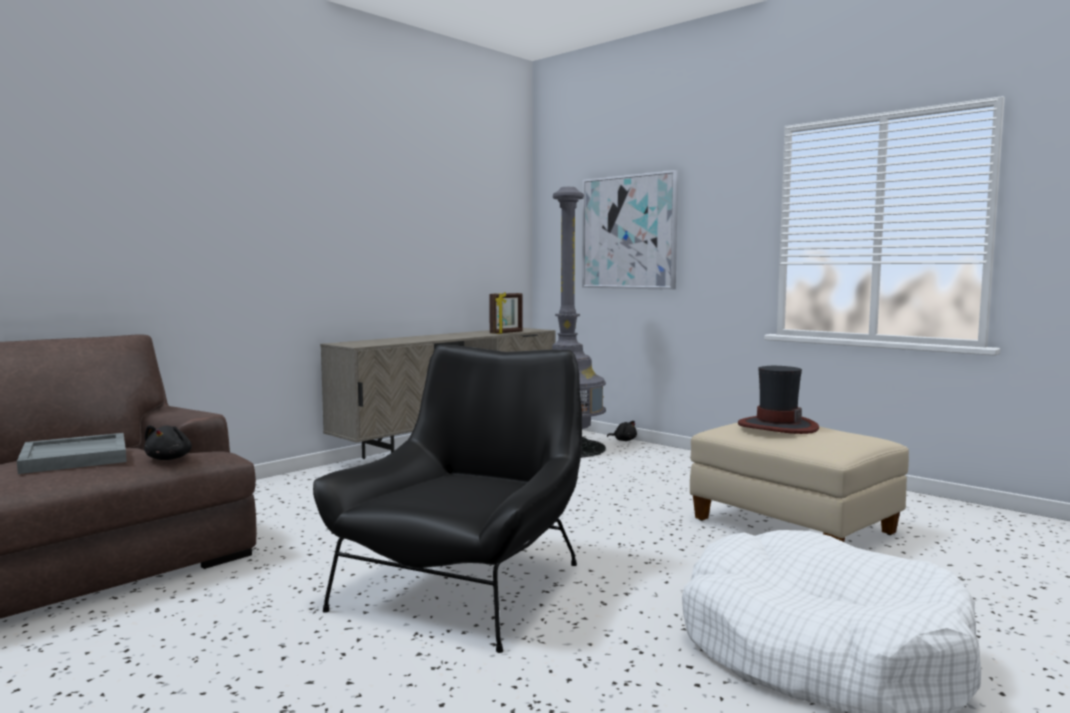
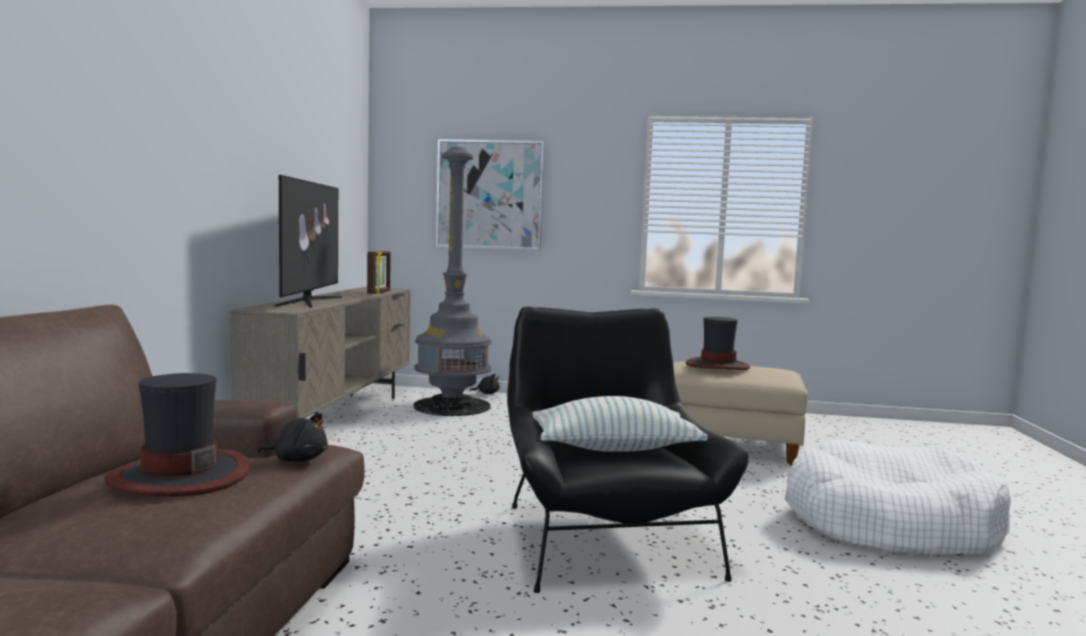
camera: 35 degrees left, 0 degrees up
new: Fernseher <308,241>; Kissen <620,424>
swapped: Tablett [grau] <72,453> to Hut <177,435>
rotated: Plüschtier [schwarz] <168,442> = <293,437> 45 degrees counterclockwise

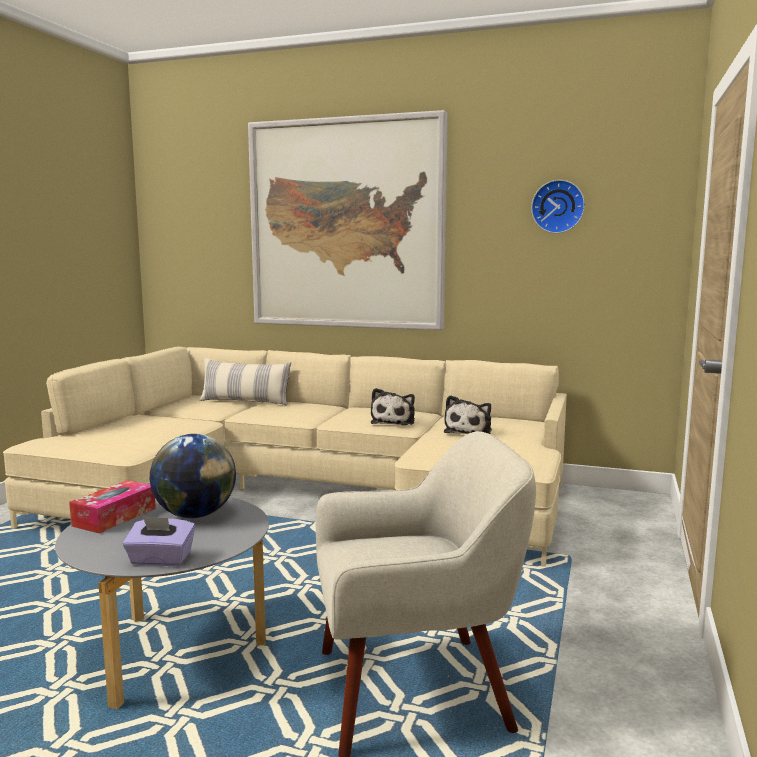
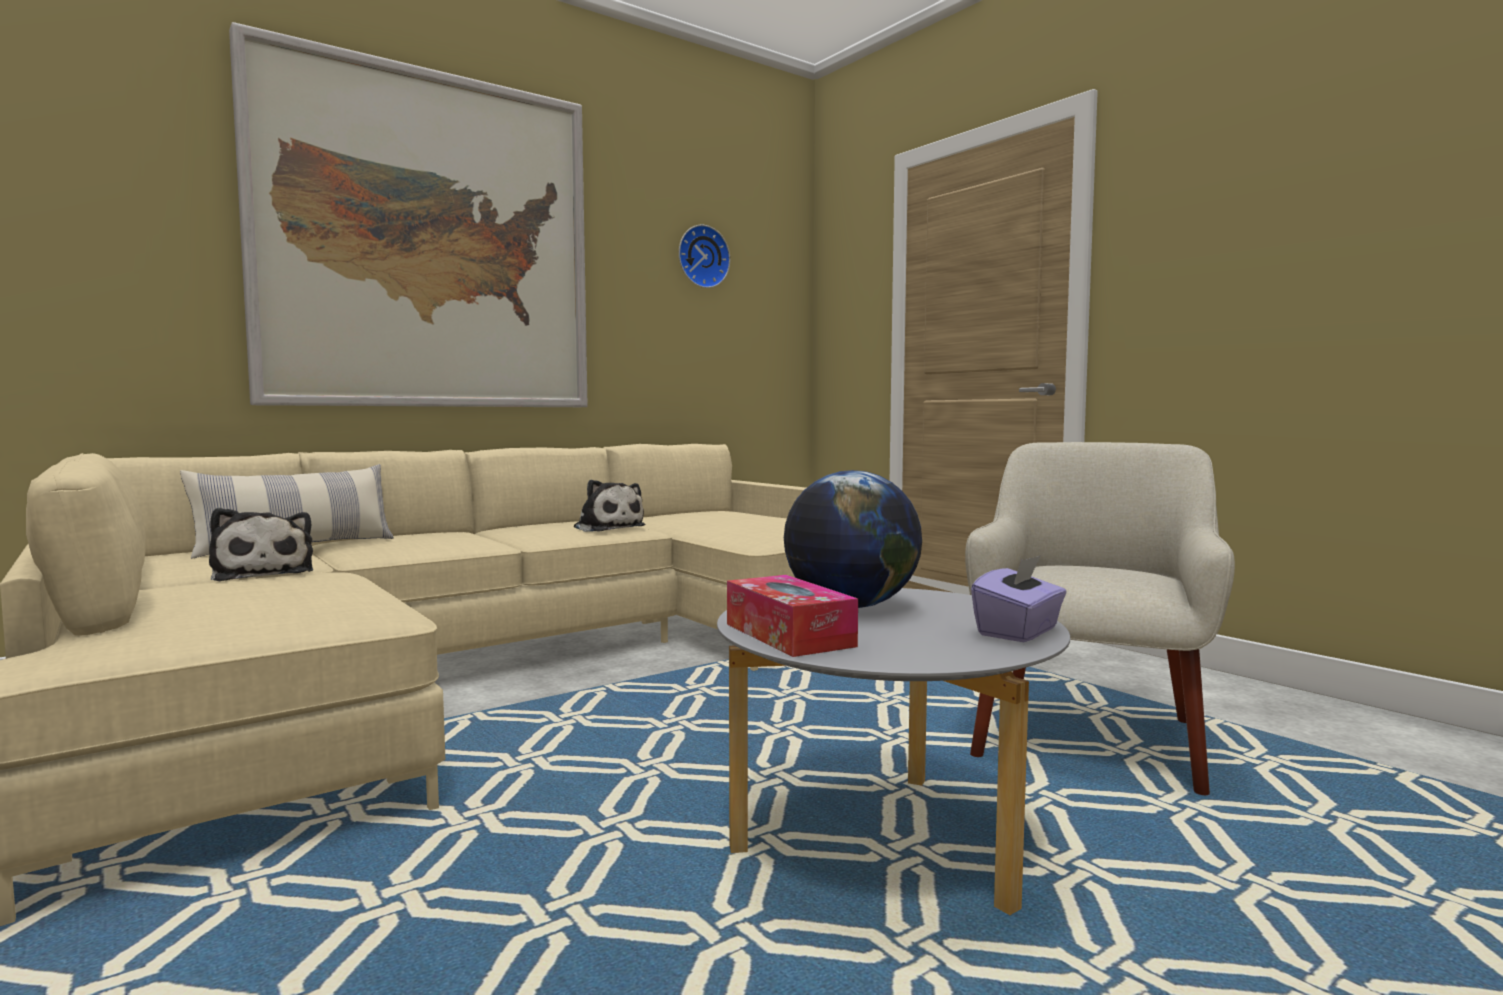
camera: 55 degrees left, 5 degrees down
shifted: Plüschtier <468,414> to <261,544>

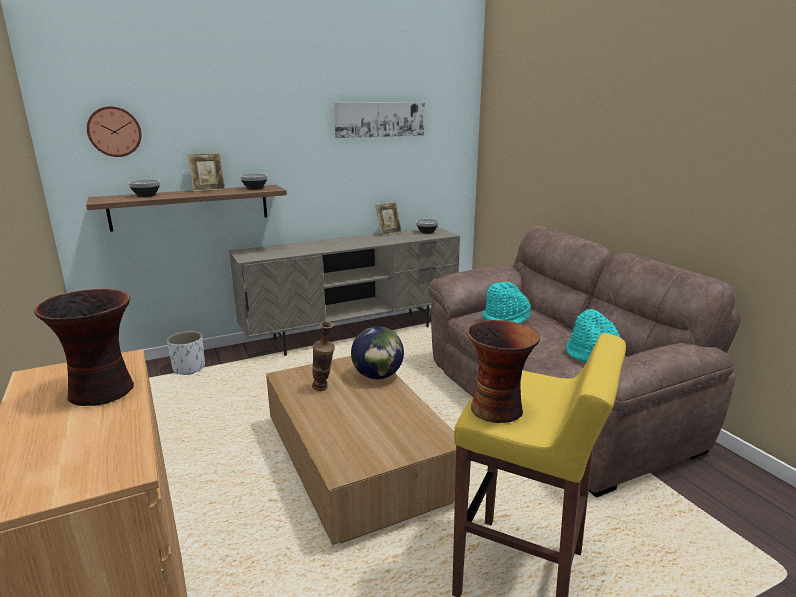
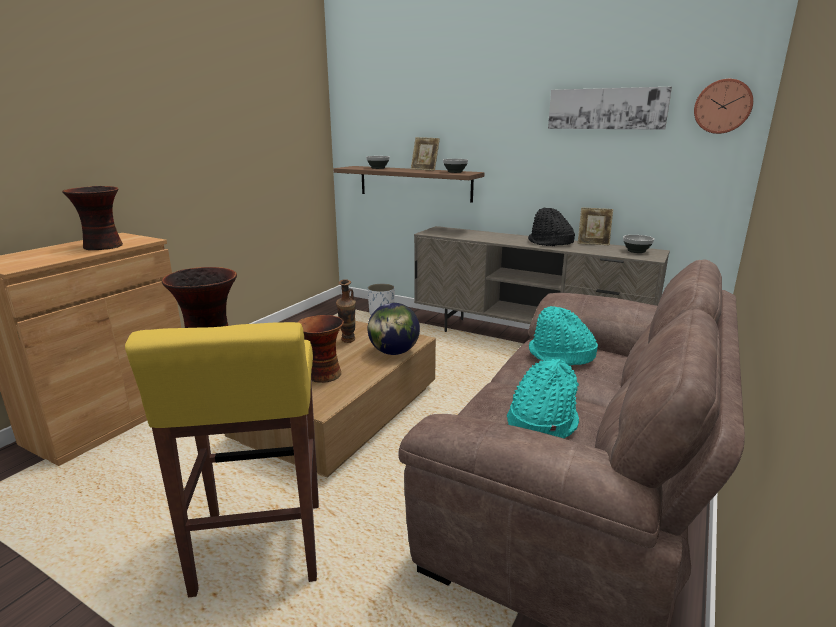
camera: 55 degrees right, 0 degrees up
new: Vase <320,349>; Hut [schwarz] <551,227>
shifted: Wanduhr <114,131> to <723,106>

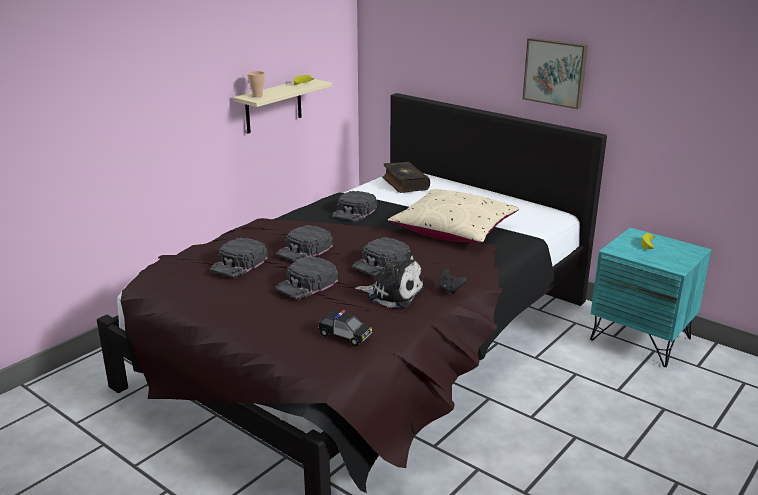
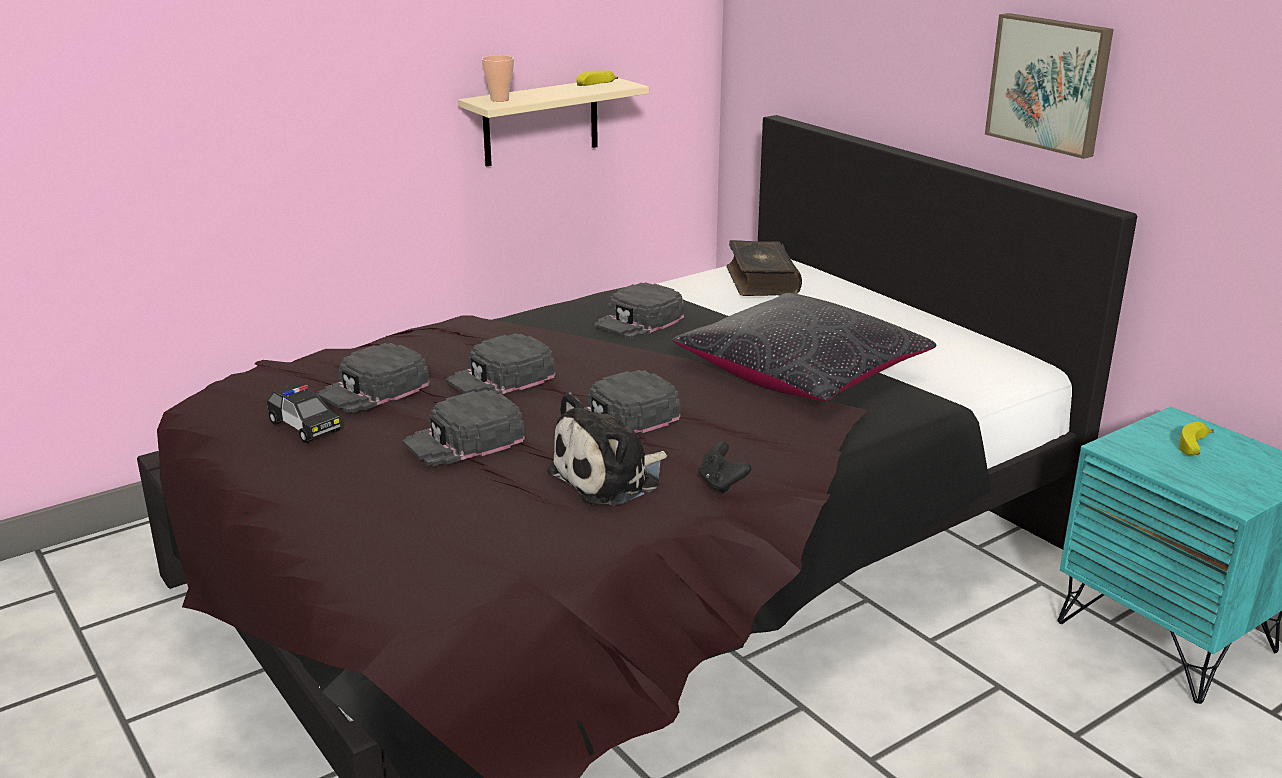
camera: 15 degrees right, 0 degrees up
shifted: Spielzeugauto <345,327> to <304,413>
repainted: Kissen [beige] <453,216> to Kissen [schwarz] <804,347>
rotated: Plüschtier <390,280> = <607,448> 105 degrees clockwise

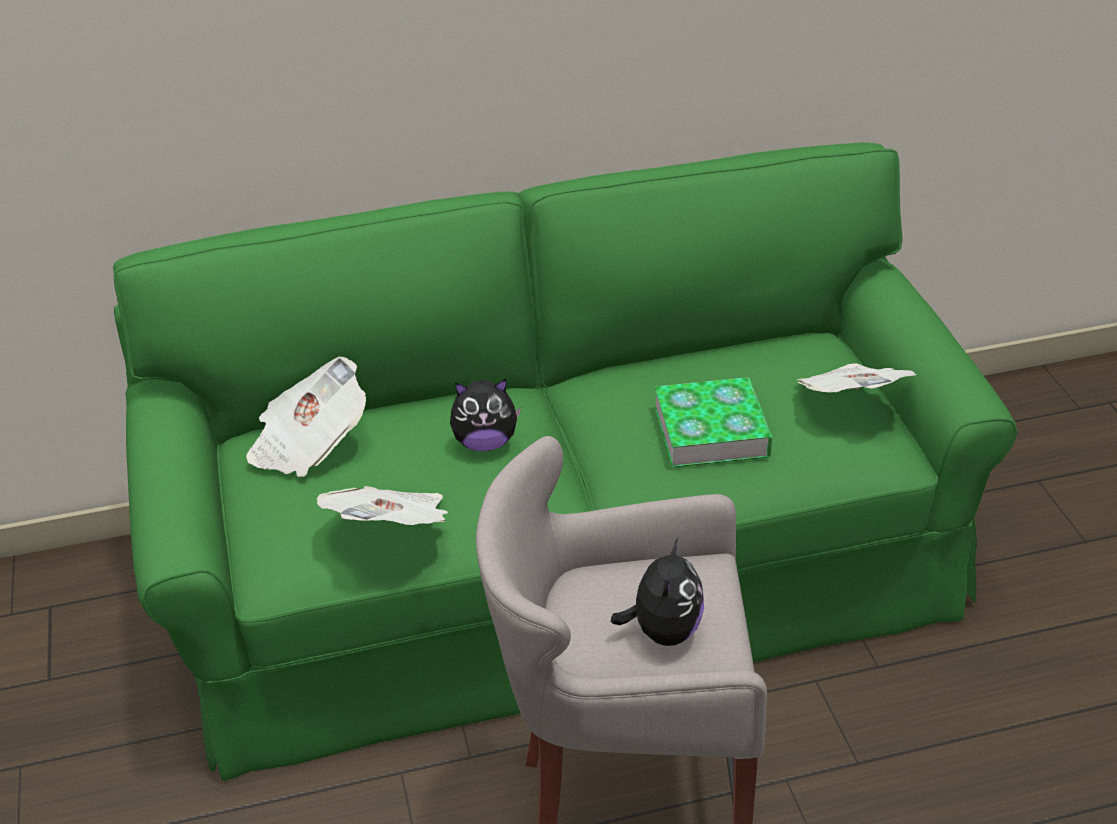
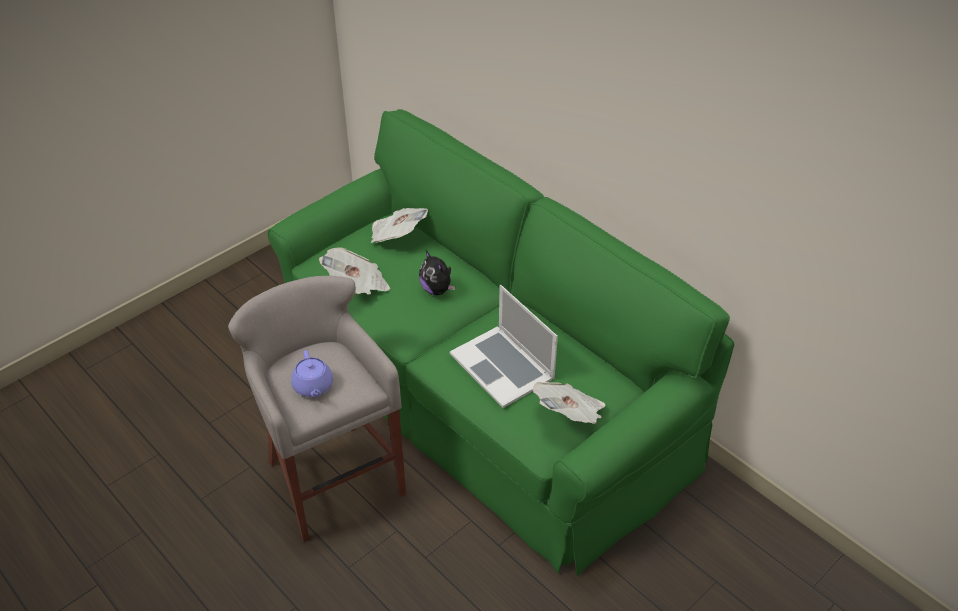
camera: 60 degrees right, 5 degrees up
swapped: Plüschtier <657,592> to Teekanne [lila] <312,374>; Buch <713,422> to Laptop <504,346>

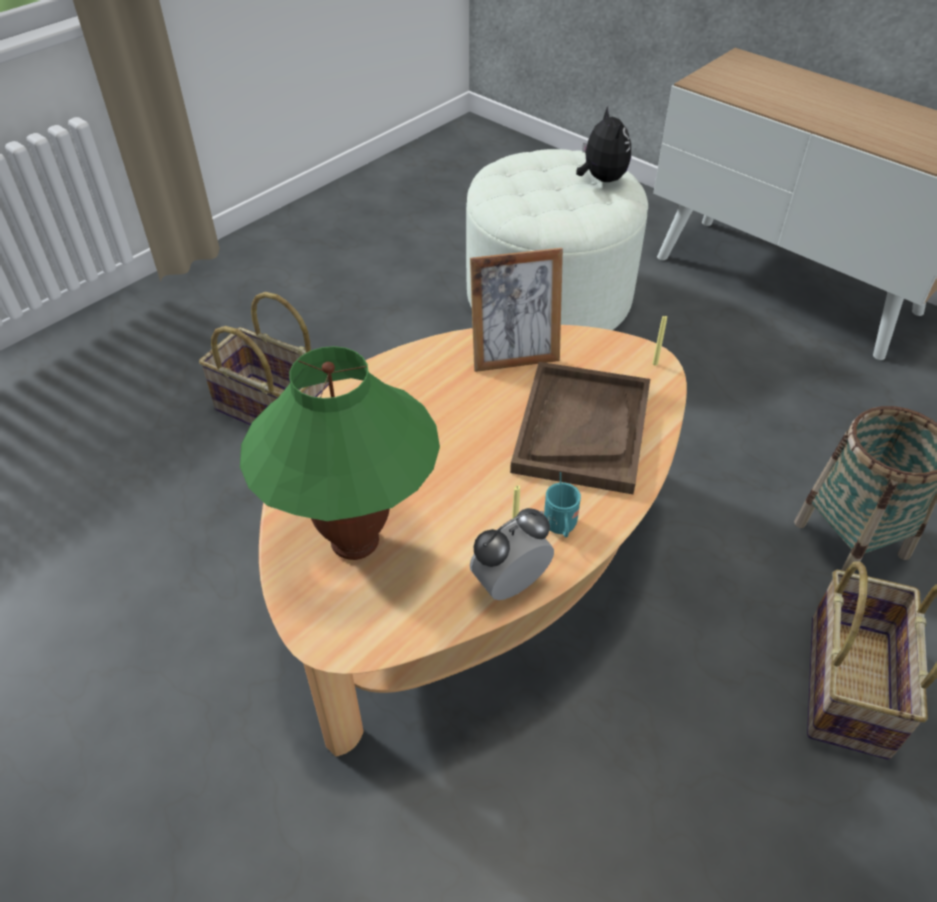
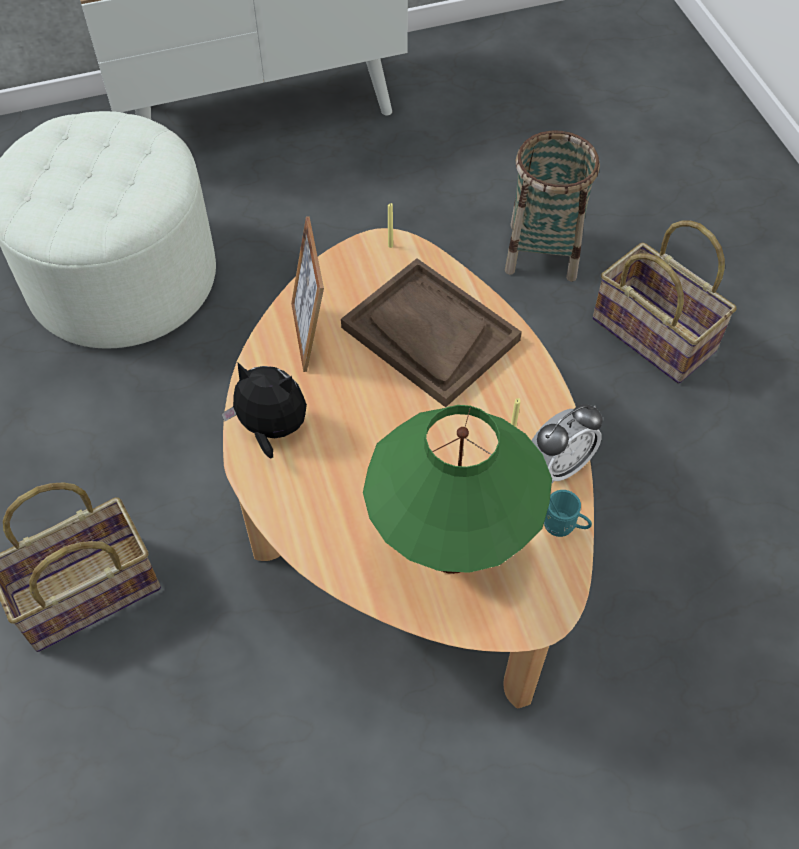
camera: 60 degrees left, 10 degrees up
shifted: Henkelbecher [türkis] <562,505> to <568,513>; Plüschtier <603,144> to <264,411>
rotated: Bilderrahmen <516,310> = <307,294> 150 degrees clockwise; Wecker <512,554> = <567,443> 120 degrees counterclockwise

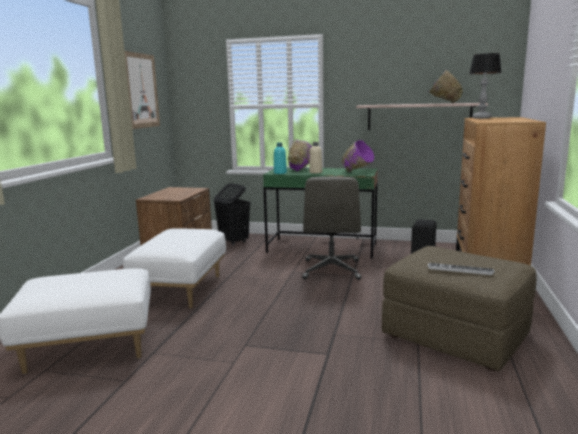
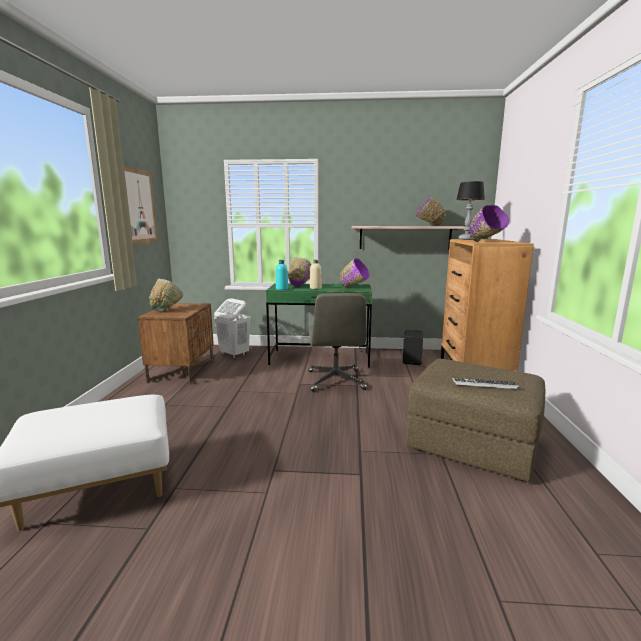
camera: 10 degrees left, 0 degrees up
gone: Polsterhocker [weiß] <174,268>
new: Schüssel [grün] <166,295>; Schüssel [lila] <489,223>
repainted: Wäschekorb [schwarz] <232,214> to Wäschekorb [weiß] <232,328>

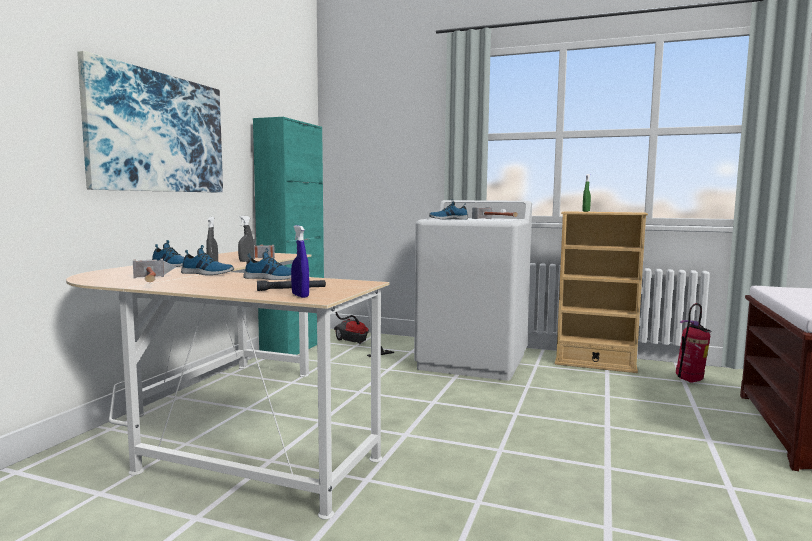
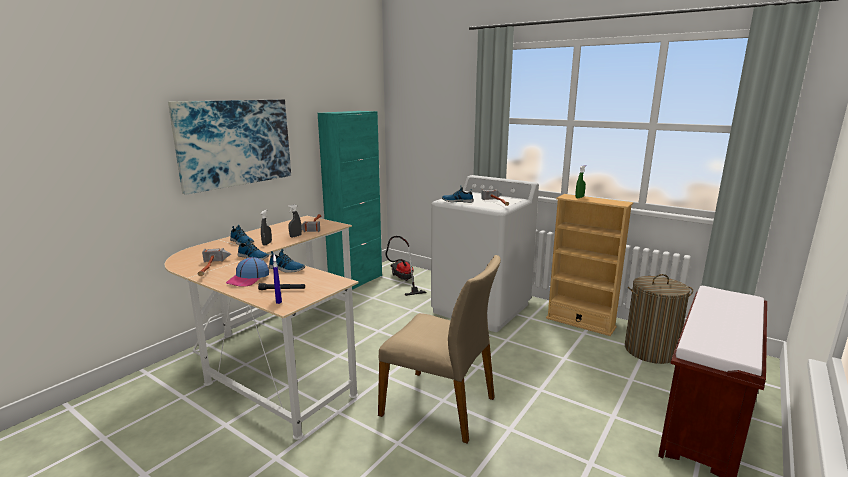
camera: 15 degrees right, 10 degrees up
new: Kappe <247,272>; Stuhl [beige] <439,349>
swapped: Feuerlöscher <693,343> to Wäschekorb <659,319>

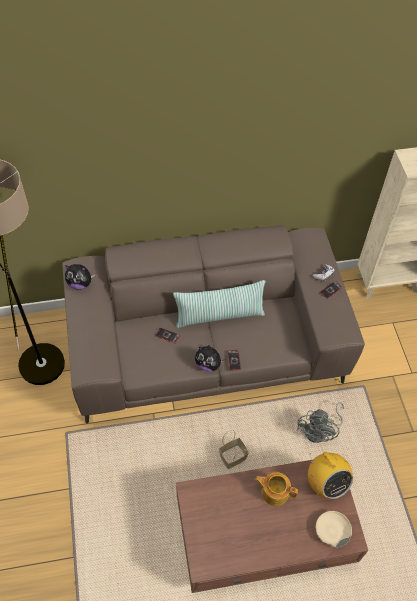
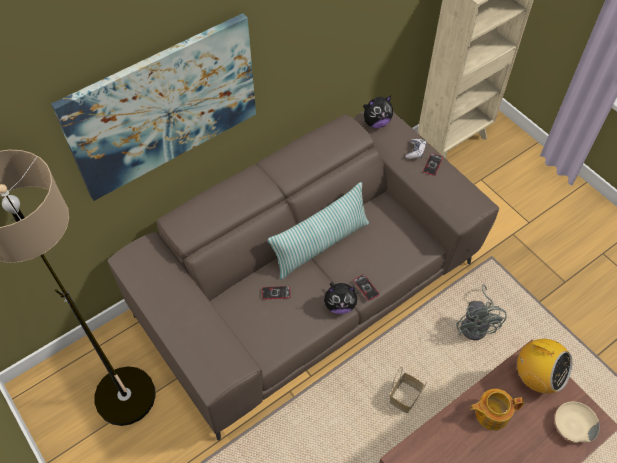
camera: 25 degrees left, 0 degrees up
new: Bild <153,107>
shifted: Plüschtier <80,276> to <378,112>

